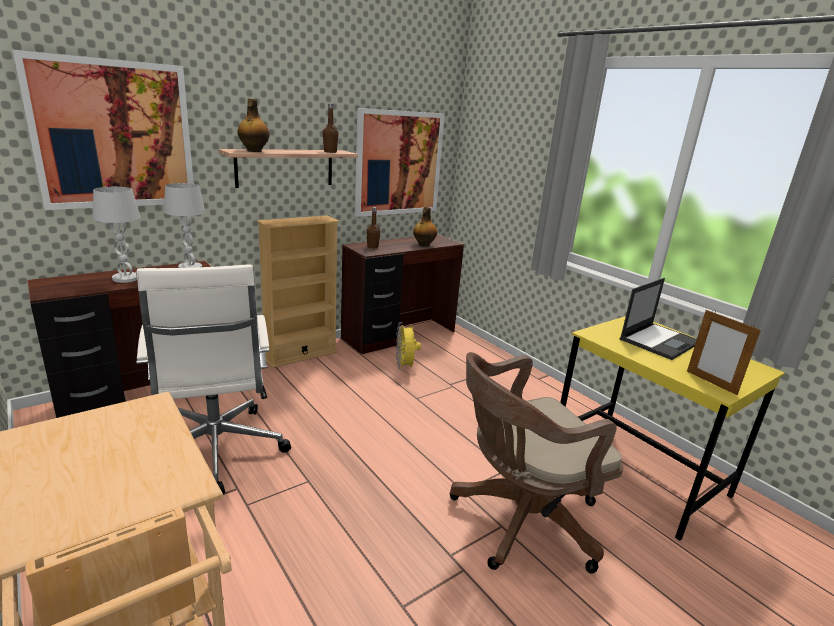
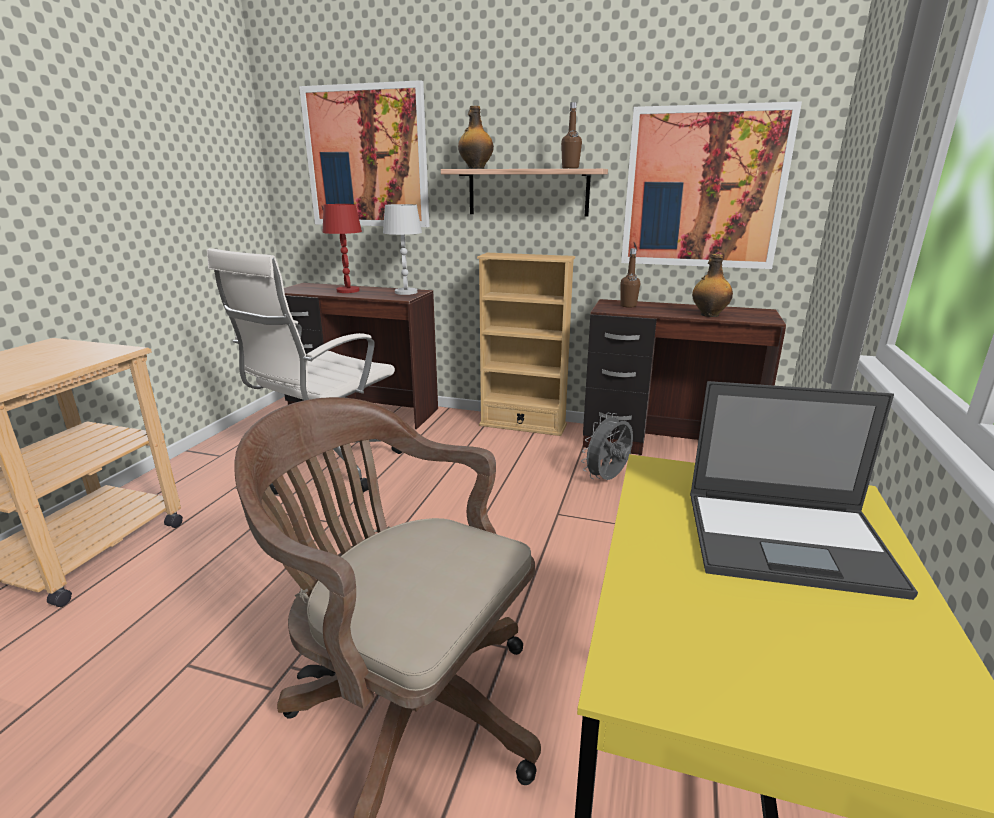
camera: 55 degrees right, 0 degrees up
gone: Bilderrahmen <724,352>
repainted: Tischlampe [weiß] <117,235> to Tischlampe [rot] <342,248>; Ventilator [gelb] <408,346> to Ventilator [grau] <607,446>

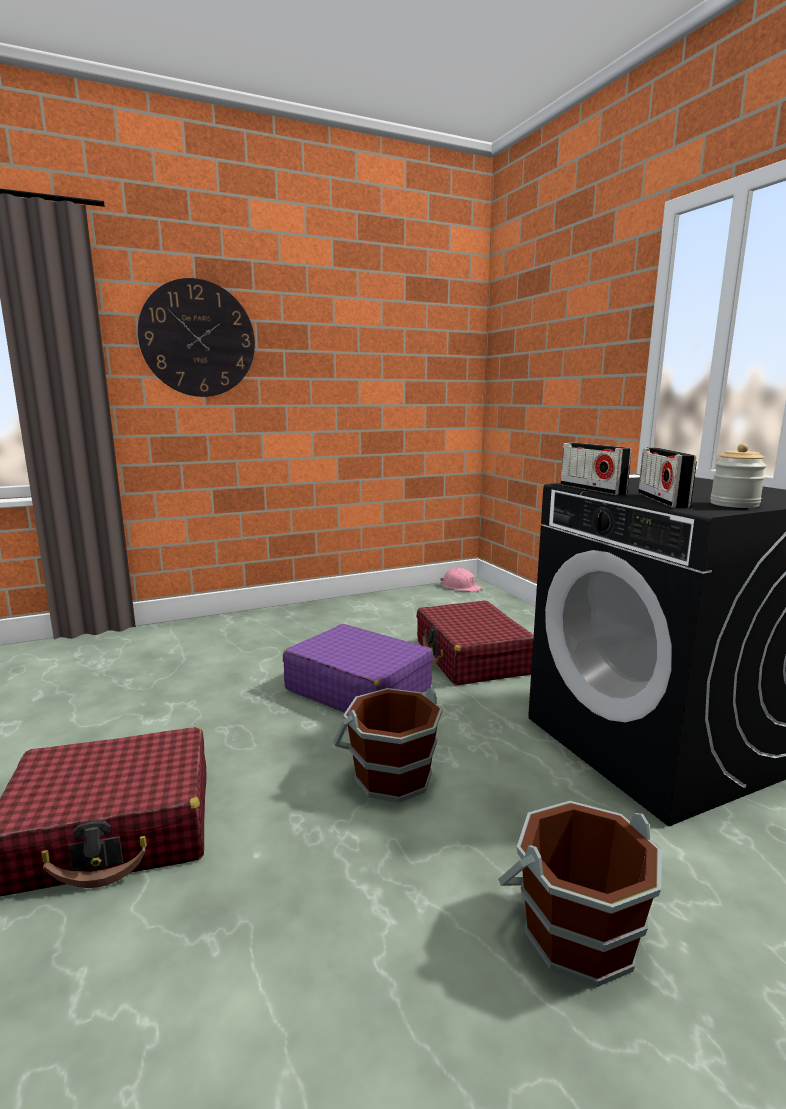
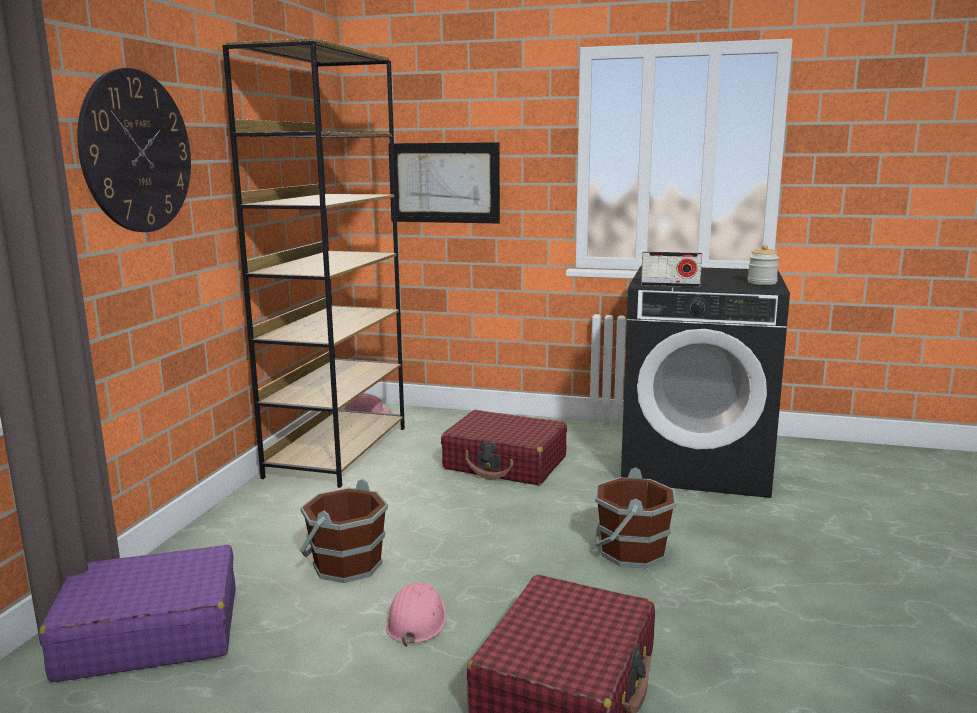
camera: 50 degrees left, 0 degrees up
gone: Radio <667,477>
new: Bücherregal [braun] <313,263>; Schutzhelm [rosa] <416,614>; Bild <444,183>
shifted: Koffer [lila] <358,668> to <137,613>; Eimer [braun] <579,894> to <344,531>

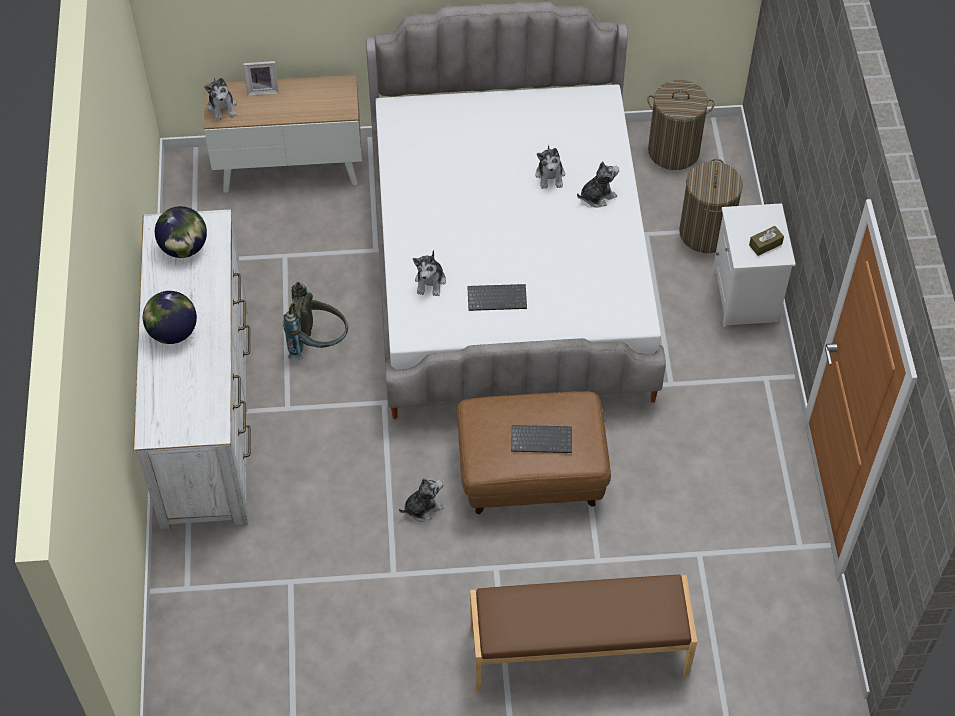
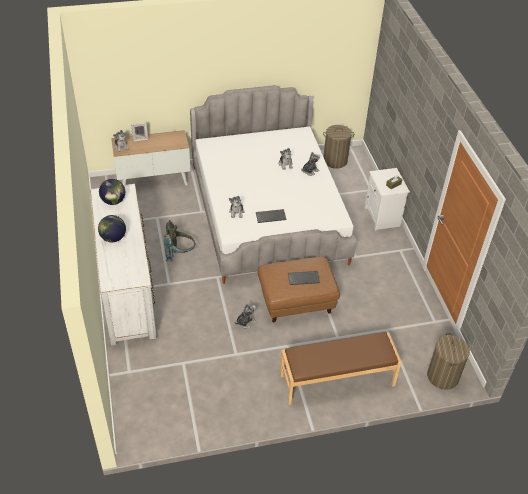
camera: 10 degrees left, 10 degrees down
shifted: Wäschekorb <711,206> to <448,361>

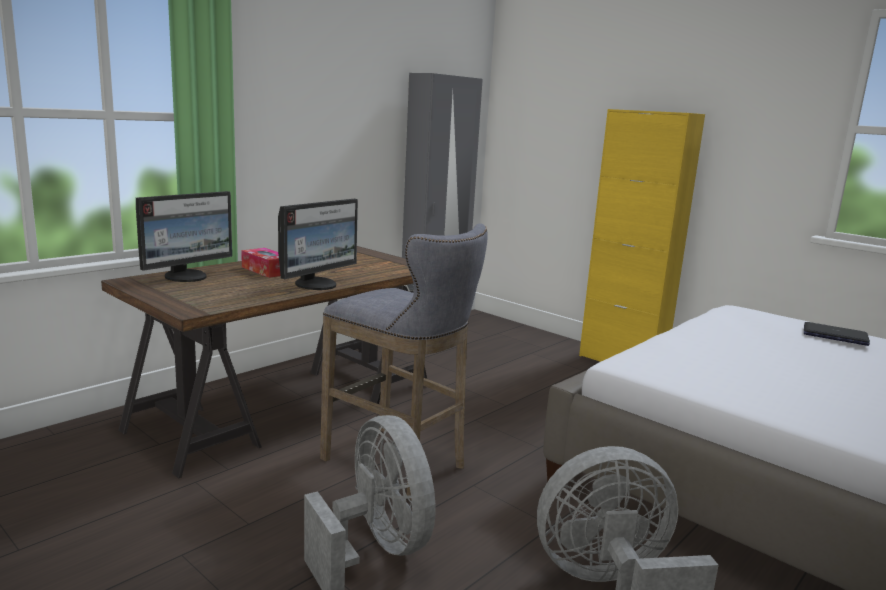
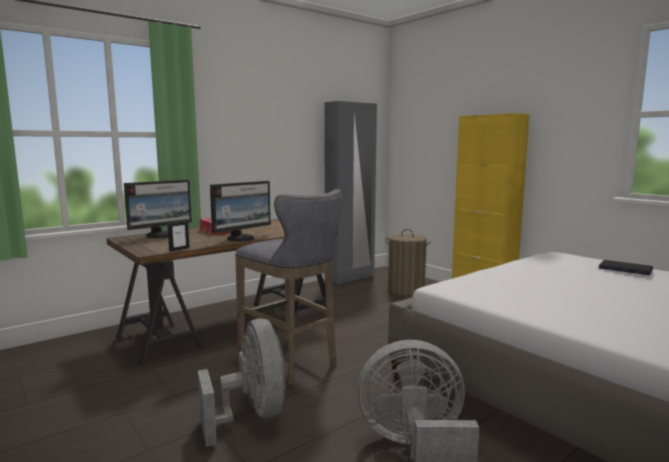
camera: 10 degrees right, 5 degrees down
new: Bilderrahmen <179,236>; Wäschekorb <408,262>

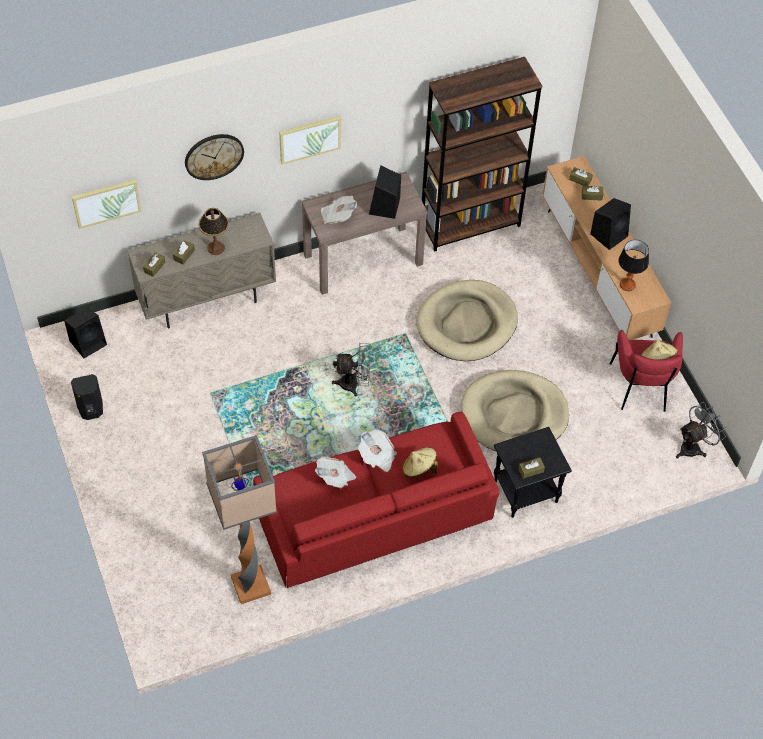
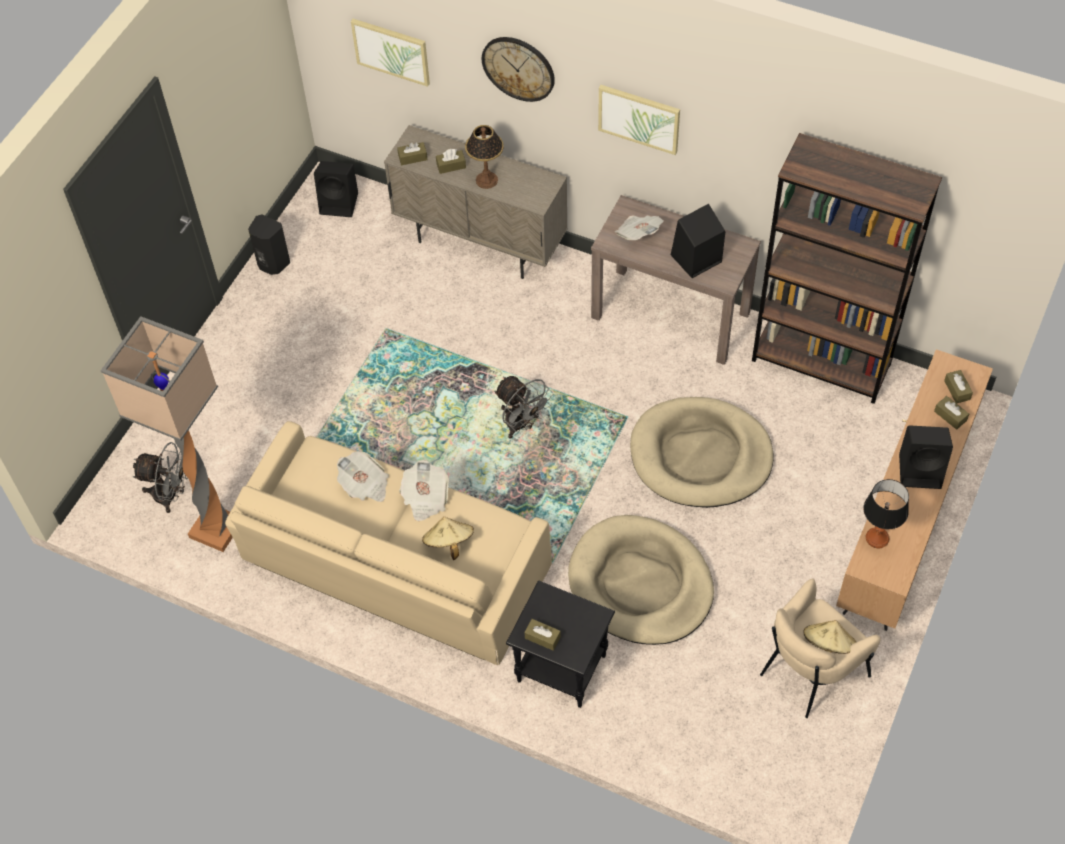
camera: 50 degrees right, 0 degrees up
shifted: Ventilator [grau] <701,430> to <160,477>
repainted: Sofa [rot] <376,500> to Sofa [beige] <388,543>; Sessel [rot] <646,371> to Sessel [beige] <820,648>

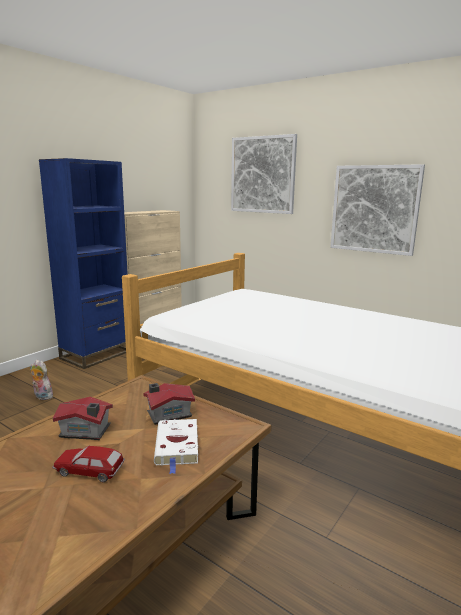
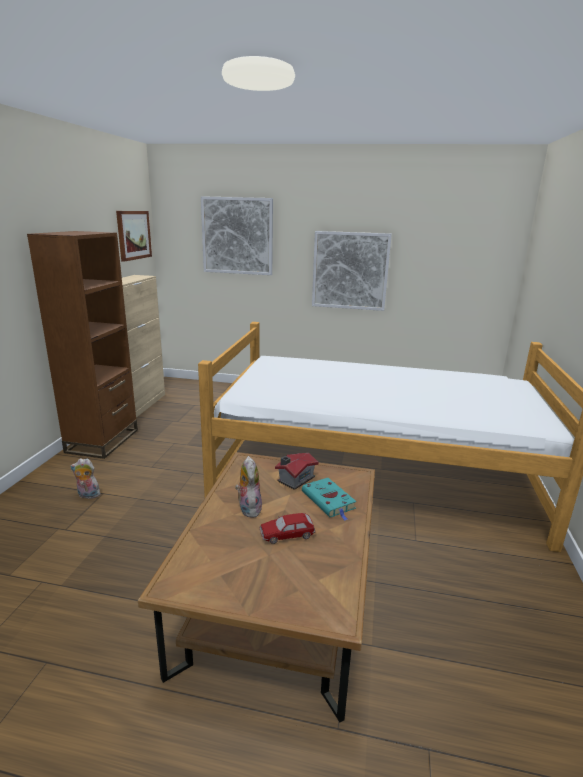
camera: 25 degrees left, 5 degrees up
new: Bild <134,236>
swapped: Spielzeughaus <83,418> to Plüschtier <248,486>
repainted: Bücherregal [blau] <83,263> to Bücherregal [braun] <82,345>; Buch [weiß] <176,446> to Buch [türkis] <329,499>

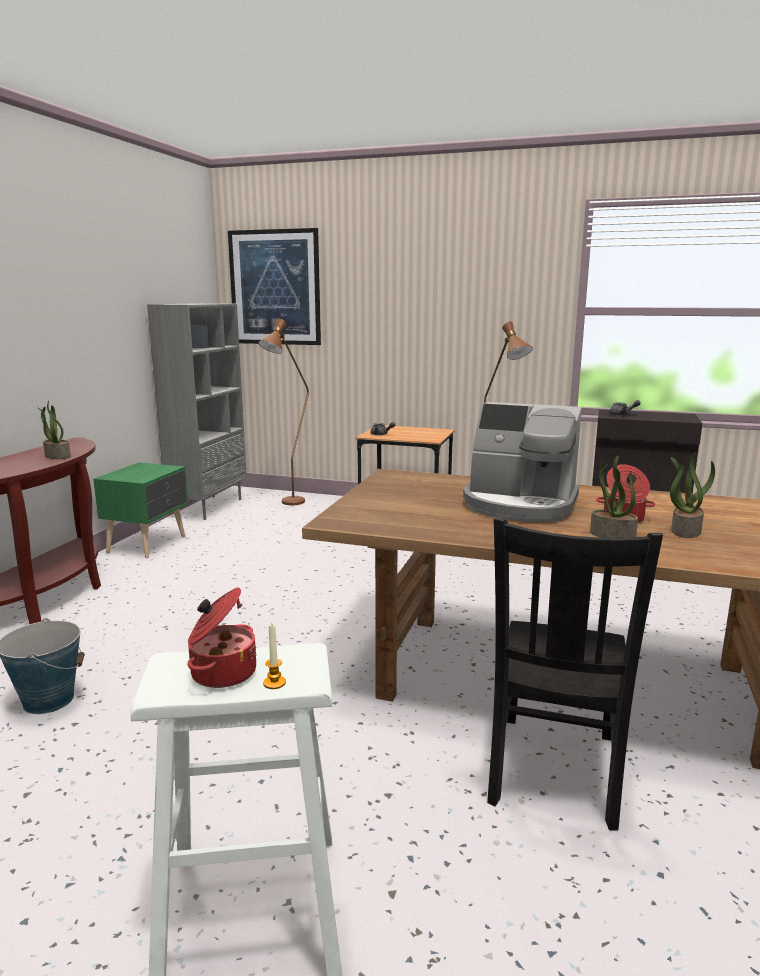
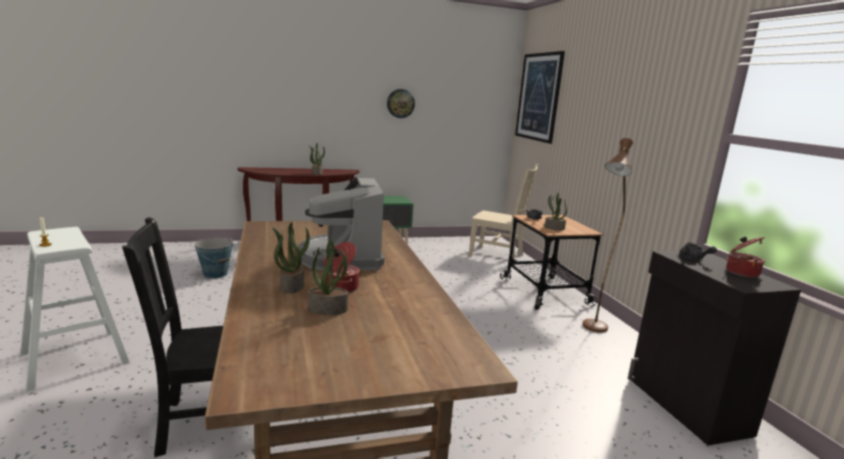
camera: 55 degrees right, 0 degrees up
gone: Bücherregal [grau] <197,411>
new: Wanduhr <401,103>; Topfpflanze <555,211>
shifted: Kochtopf <222,637> to <745,257>
swapped: Stehlampe [braun] <283,412> to Stuhl [beige] <503,215>

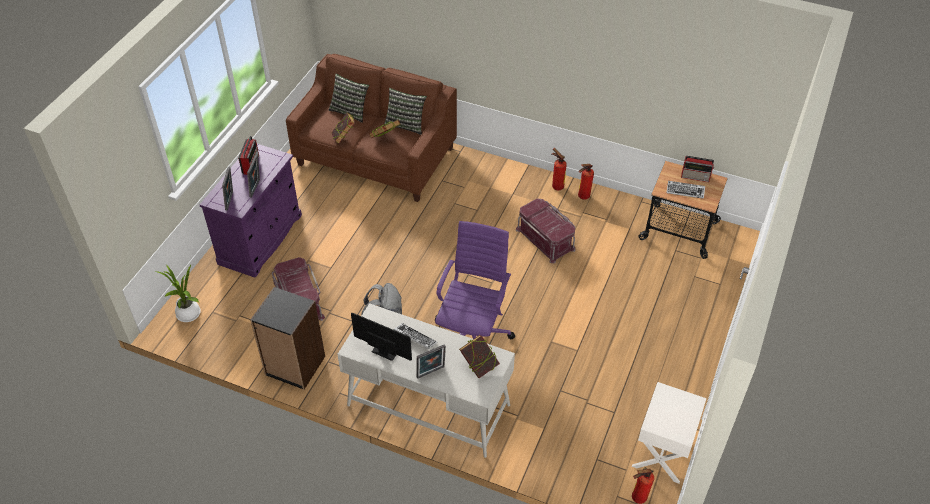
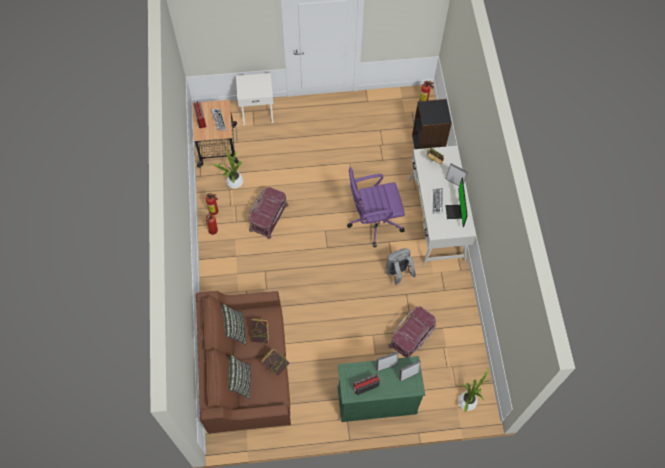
camera: 120 degrees left, 15 degrees up
new: Topfpflanze <227,168>
shifted: Bücherregal [schwarz] <287,338> to <432,124>; Nachttisch [weiß] <669,433> to <255,99>
repainted: Schrank [lila] <251,211> to Schrank [grün] <381,389>

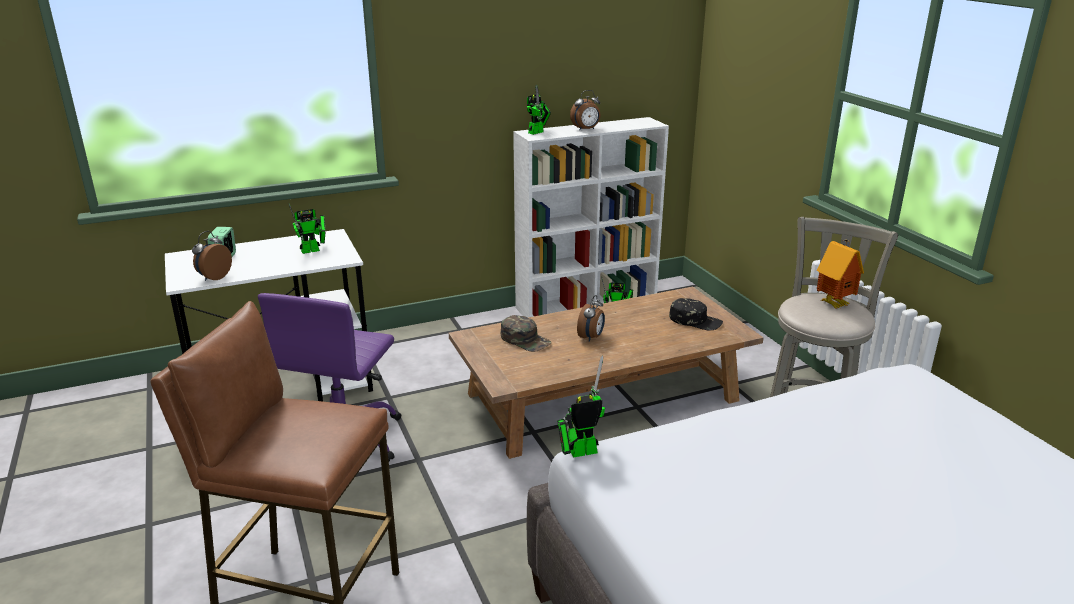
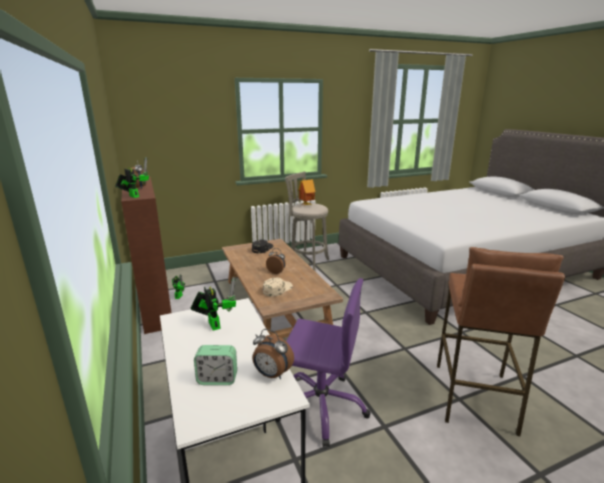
camera: 90 degrees left, 5 degrees down
gone: Spielzeugroboter <581,407>
repainted: Kappe [grün] <526,333> to Kappe [beige] <278,287>; Bücherregal [weiß] <591,217> to Bücherregal [braun] <146,255>

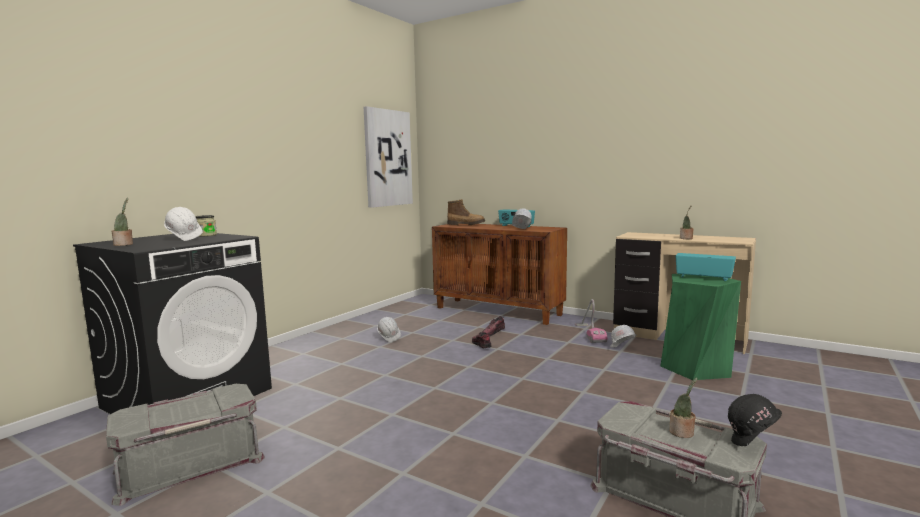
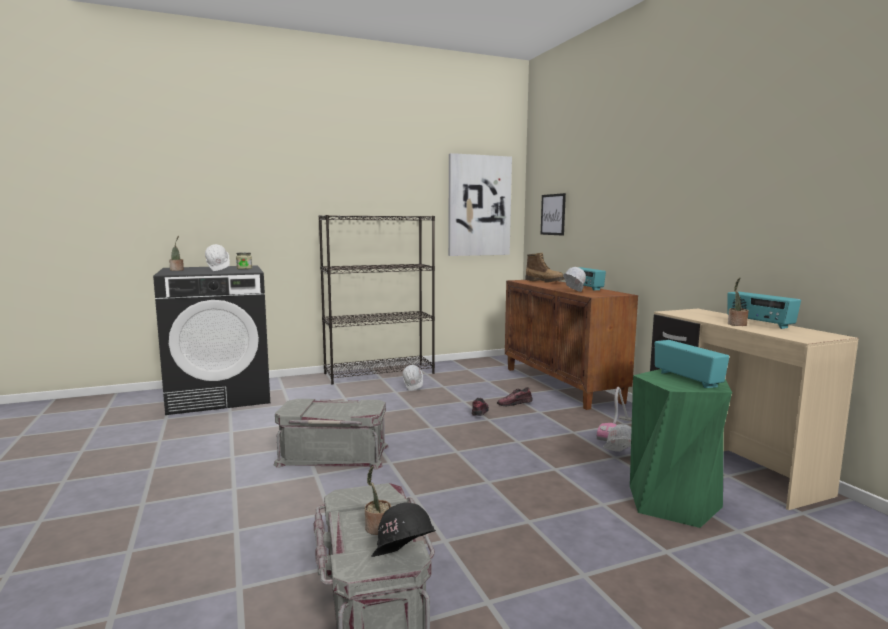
camera: 35 degrees right, 0 degrees up
new: Bücherregal [schwarz] <377,299>; Bild <553,214>; Radio <764,310>
shifted: Aufbewahrungsbox [grau] <185,445> to <331,434>

